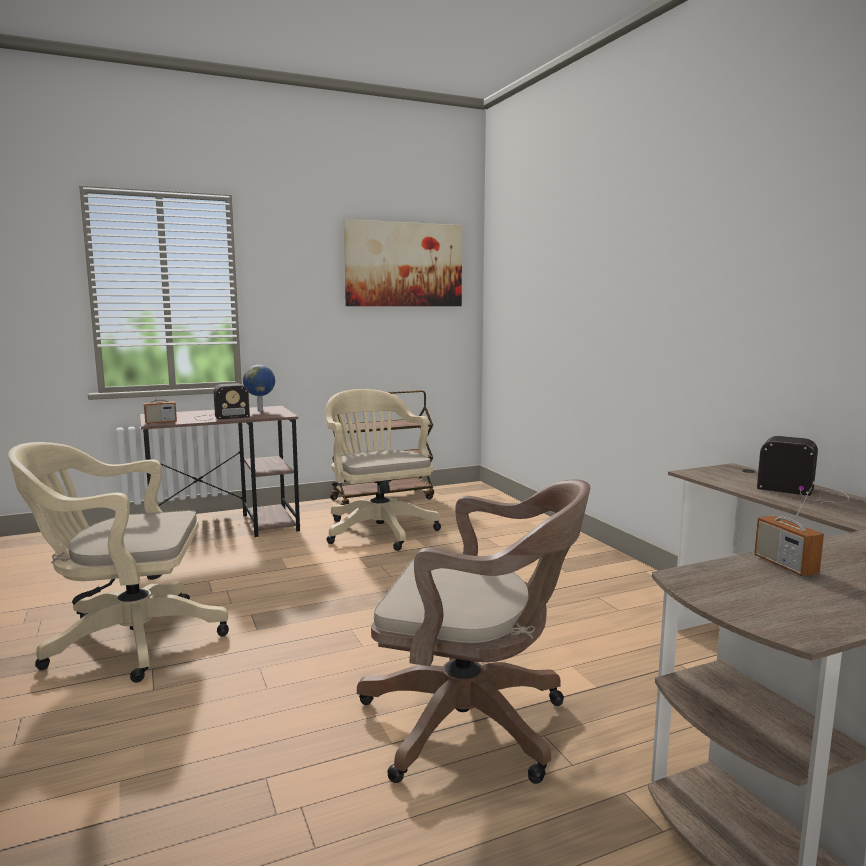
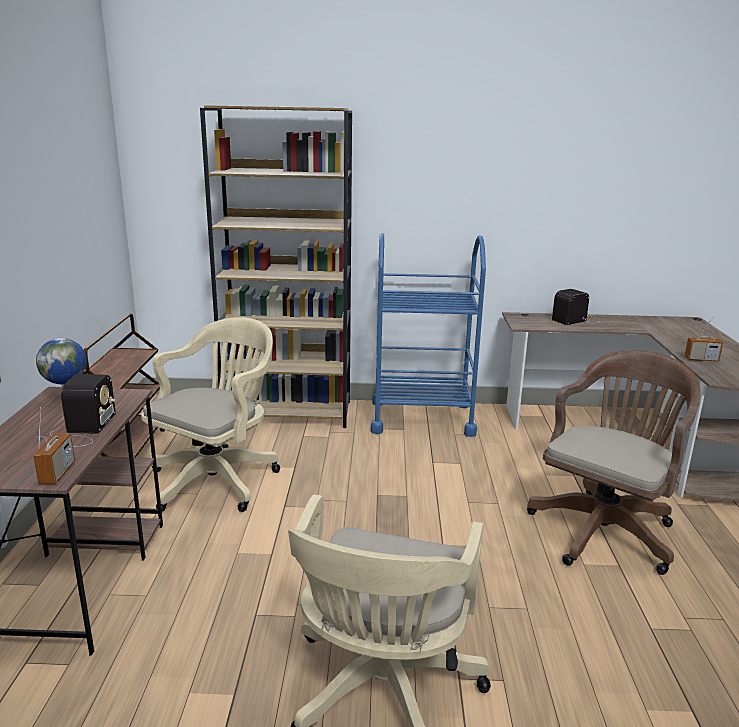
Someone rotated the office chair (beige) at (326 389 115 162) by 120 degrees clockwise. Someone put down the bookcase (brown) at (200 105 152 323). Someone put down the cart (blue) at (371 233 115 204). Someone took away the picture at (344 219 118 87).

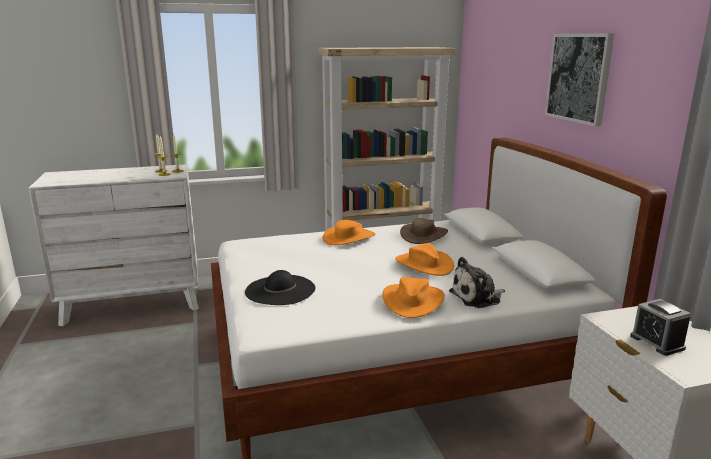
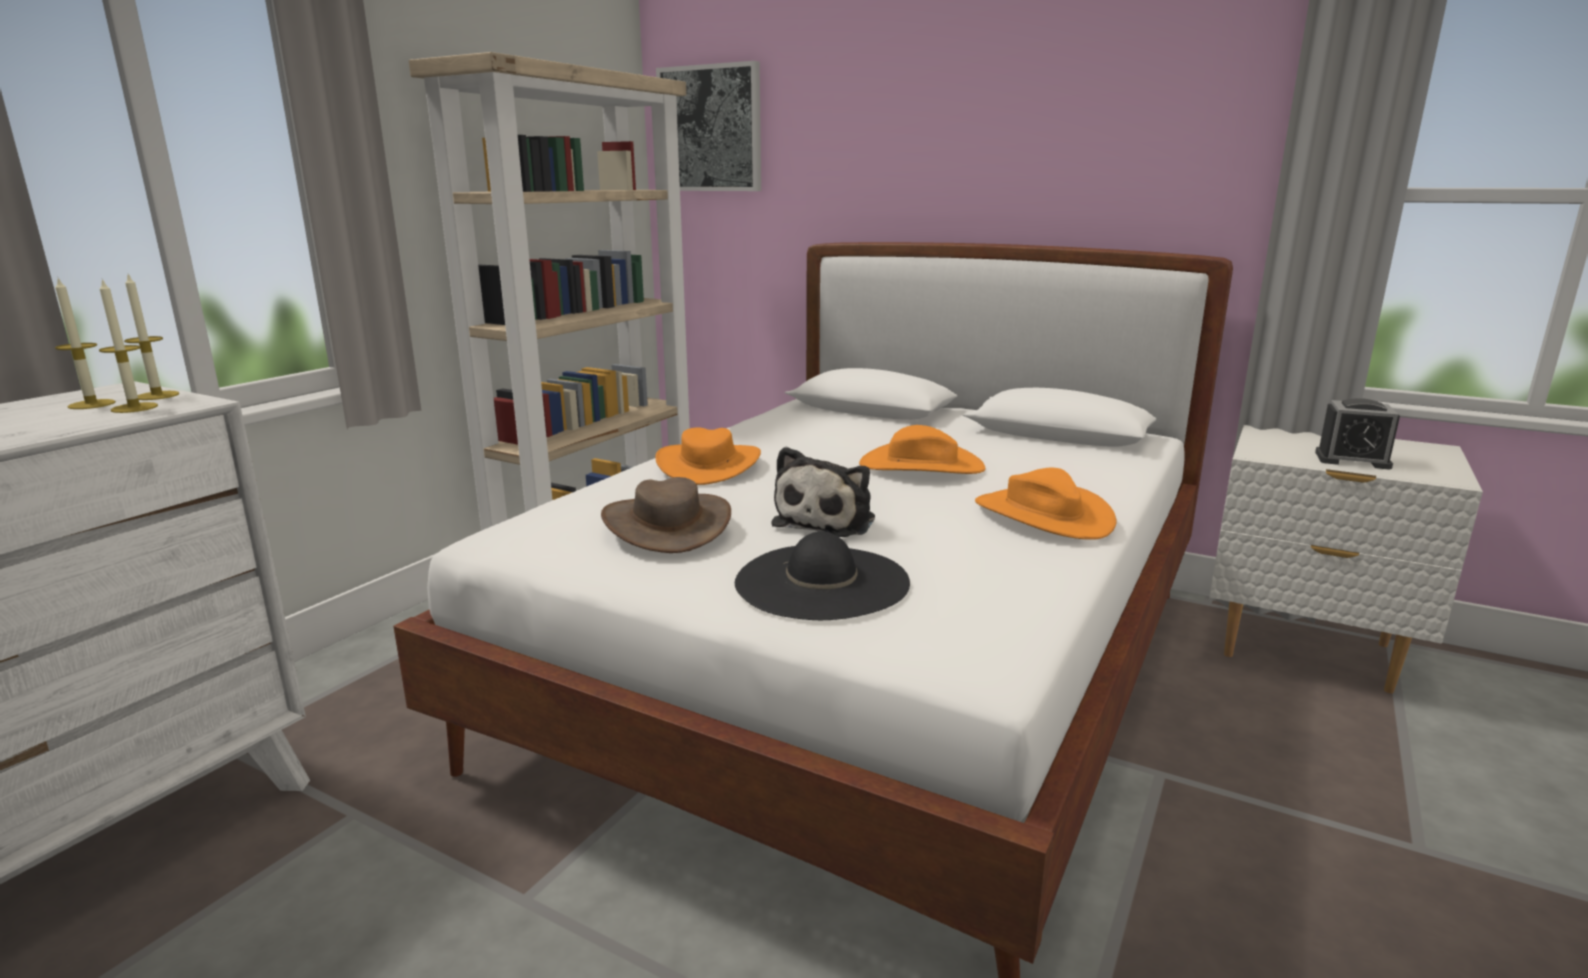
Someone carried the hat (brown) from (400 218 48 26) to (601 477 130 76). Someone carried the picture from (545 33 69 94) to (656 61 105 130). Someone carried the plush toy from (449 257 56 51) to (772 447 103 90).

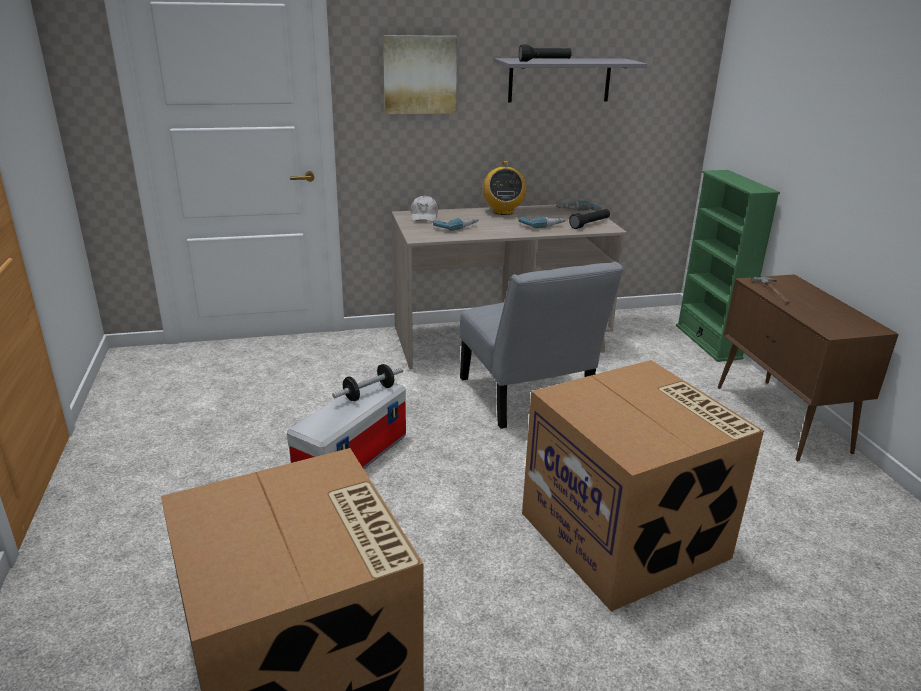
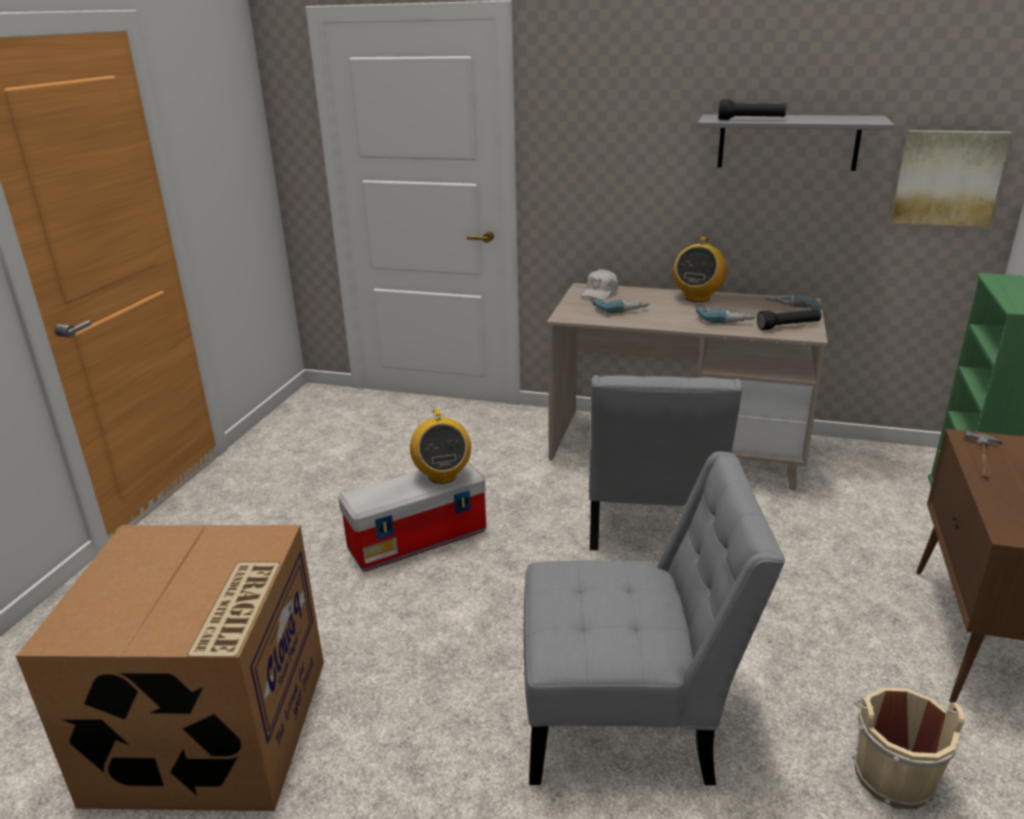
Someone swapped the dumbbell at (332 364 71 37) for the radio at (410 409 61 75). Someone swapped the cardboard box at (522 360 242 252) for the chair (grey) at (524 452 262 333). Someone put down the bucket (beige) at (852 687 113 123). Someone carried the picture from (383 35 75 79) to (891 130 121 97).

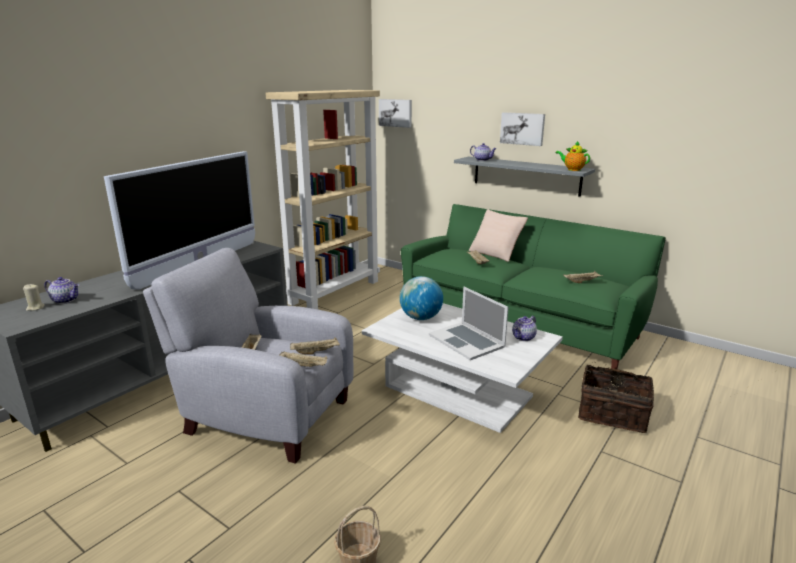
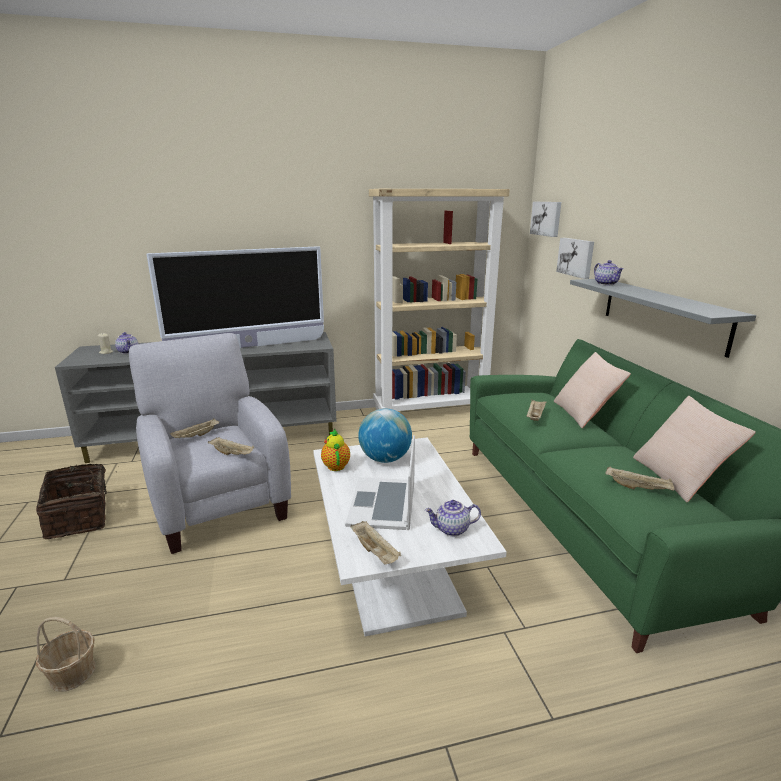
Someone carried the basket from (578 362 76 71) to (36 464 83 75). Someone carried the teapot from (556 141 34 30) to (321 429 29 42). Someone carried the tray (beige) from (279 351 48 16) to (350 521 51 44). Someone carried the picture from (500 112 45 34) to (556 238 38 41). Someone put down the pillow (beige) at (633 396 123 106).

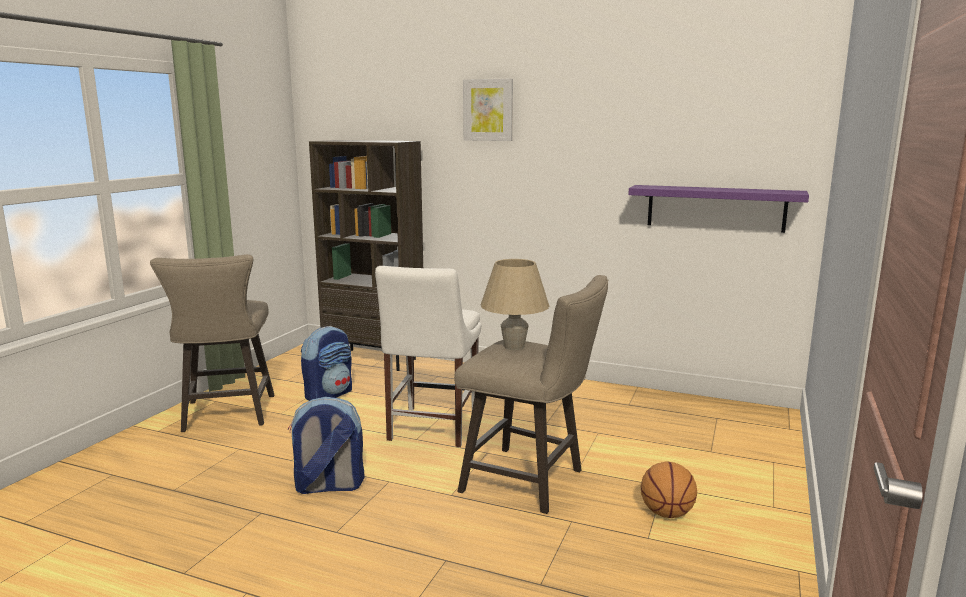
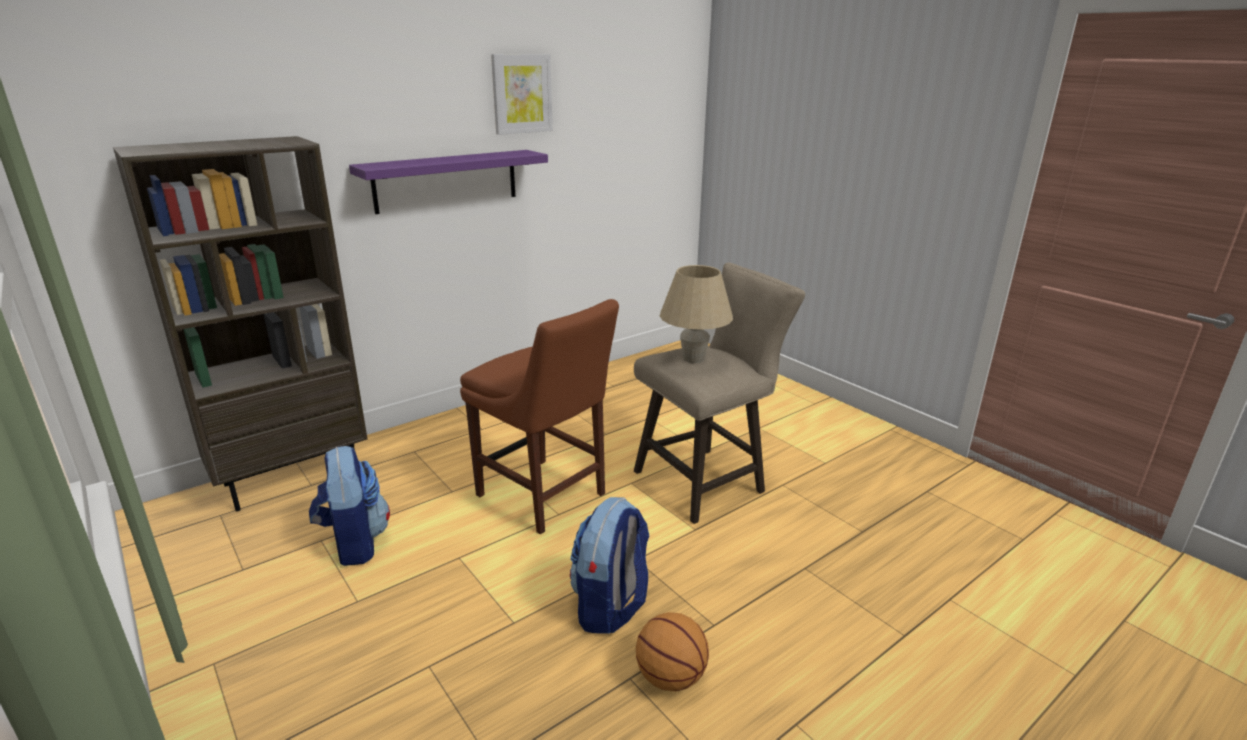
Someone carried the shelf (purple) from (628 185 181 48) to (349 150 199 64). Someone repainted the chair (white) at (375 266 106 181), which became the chair (brown) at (460 299 159 235). Someone carried the picture from (463 79 50 62) to (491 54 62 81). Someone carried the basketball from (641 461 56 57) to (636 612 73 79). Someone took away the stool (beige) at (150 254 124 178).

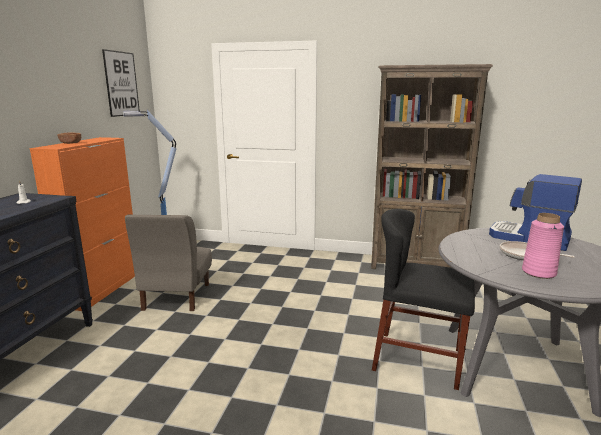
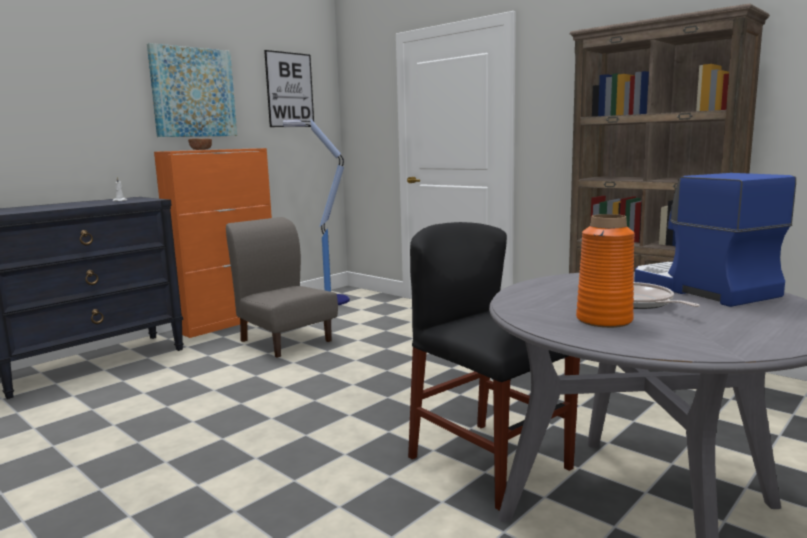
Someone put up the picture at (147 43 90 94). Someone rotated the chair (grey) at (125 215 87 96) by 105 degrees clockwise. Someone repainted the vase (pink) at (522 213 42 66), which became the vase (orange) at (576 214 59 114).

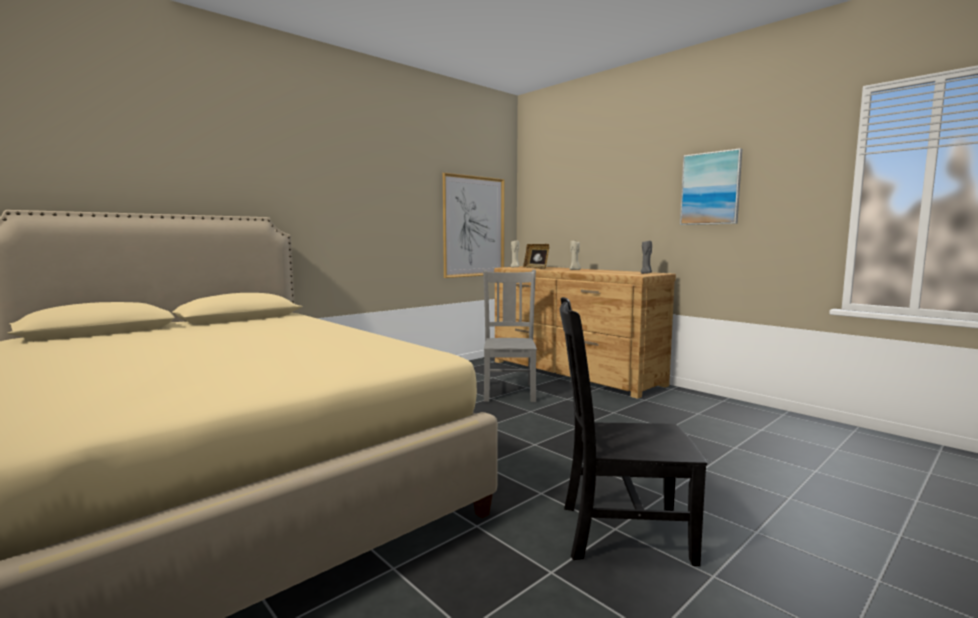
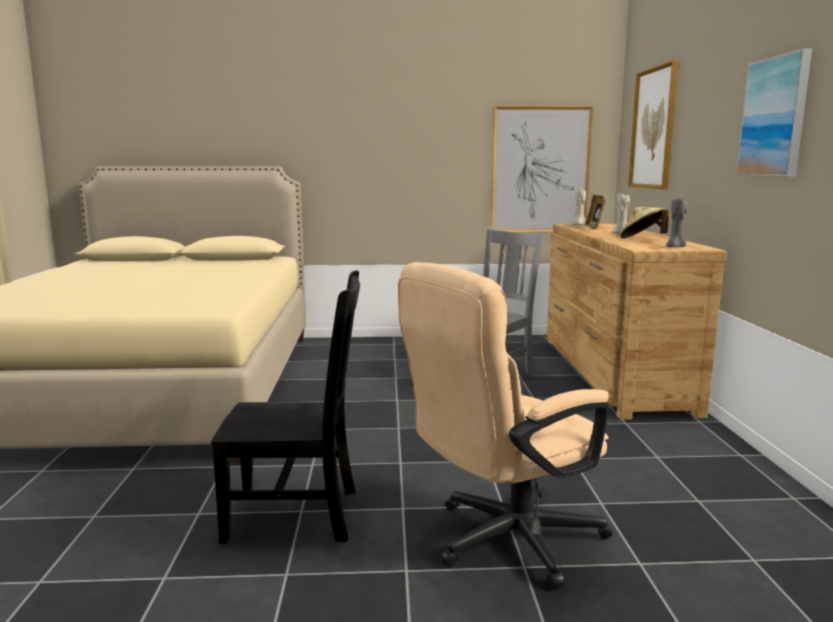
Someone rotated the chair (black) at (559 297 148 269) by 135 degrees clockwise. Someone put down the office chair (beige) at (398 262 214 326). Someone put down the hat (beige) at (621 207 50 31). Someone put up the picture at (628 60 51 129).

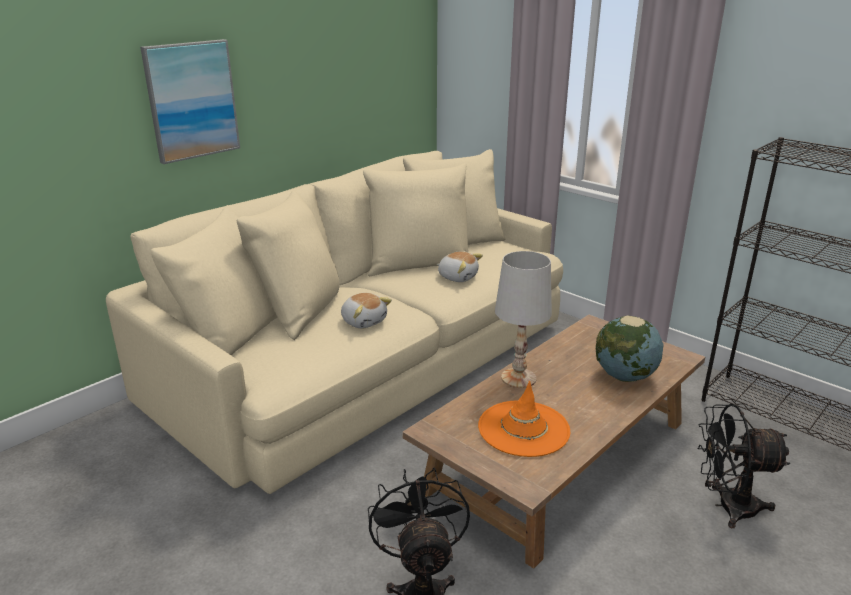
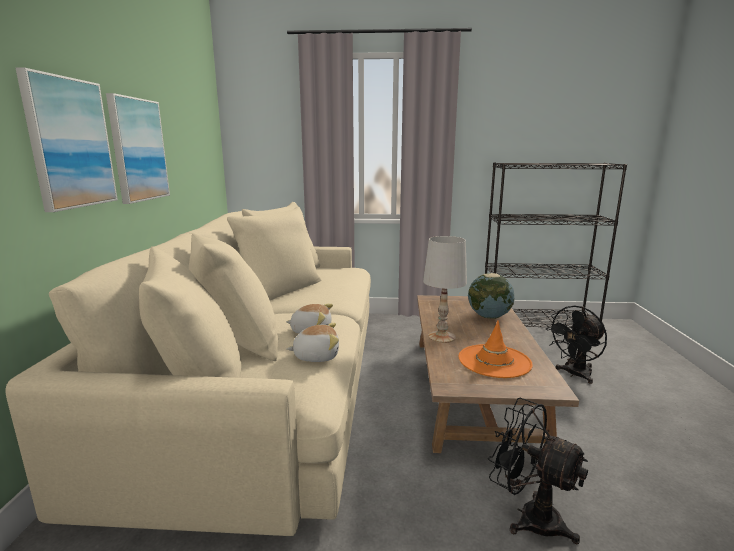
Someone put up the picture at (106 93 64 111). Someone carried the plush toy from (437 252 46 30) to (286 323 53 39).

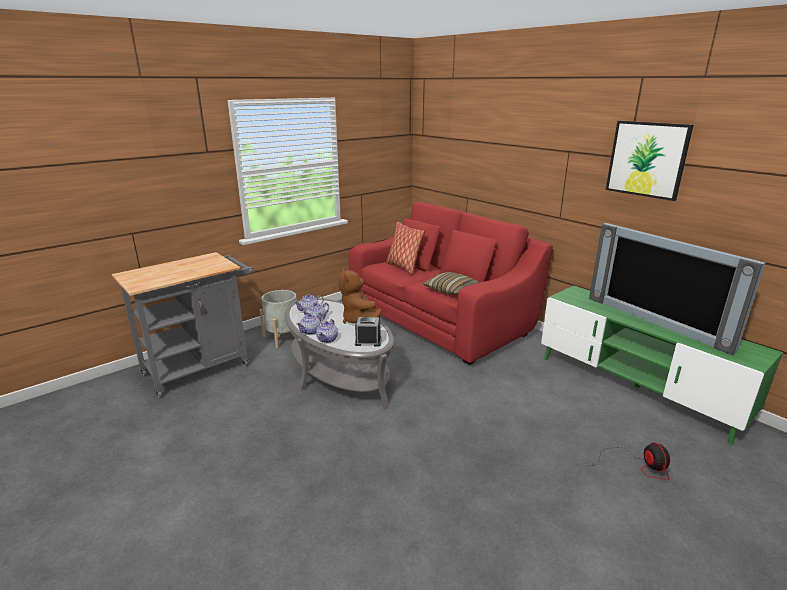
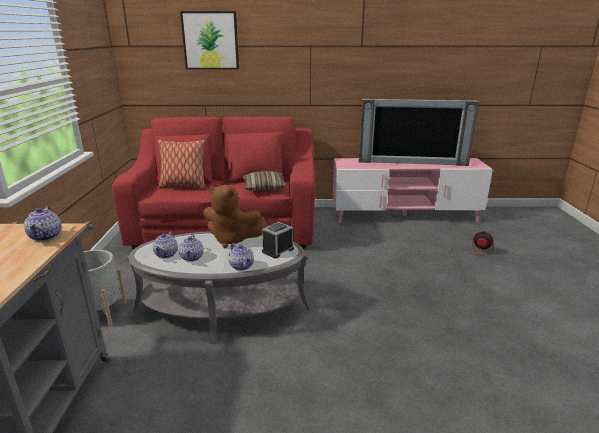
Someone carried the teapot from (296 313 27 22) to (24 206 38 35). Someone carried the picture from (606 121 87 80) to (180 11 59 58). Someone repainted the tv stand (green) at (541 286 242 159), which became the tv stand (pink) at (333 158 160 65).

